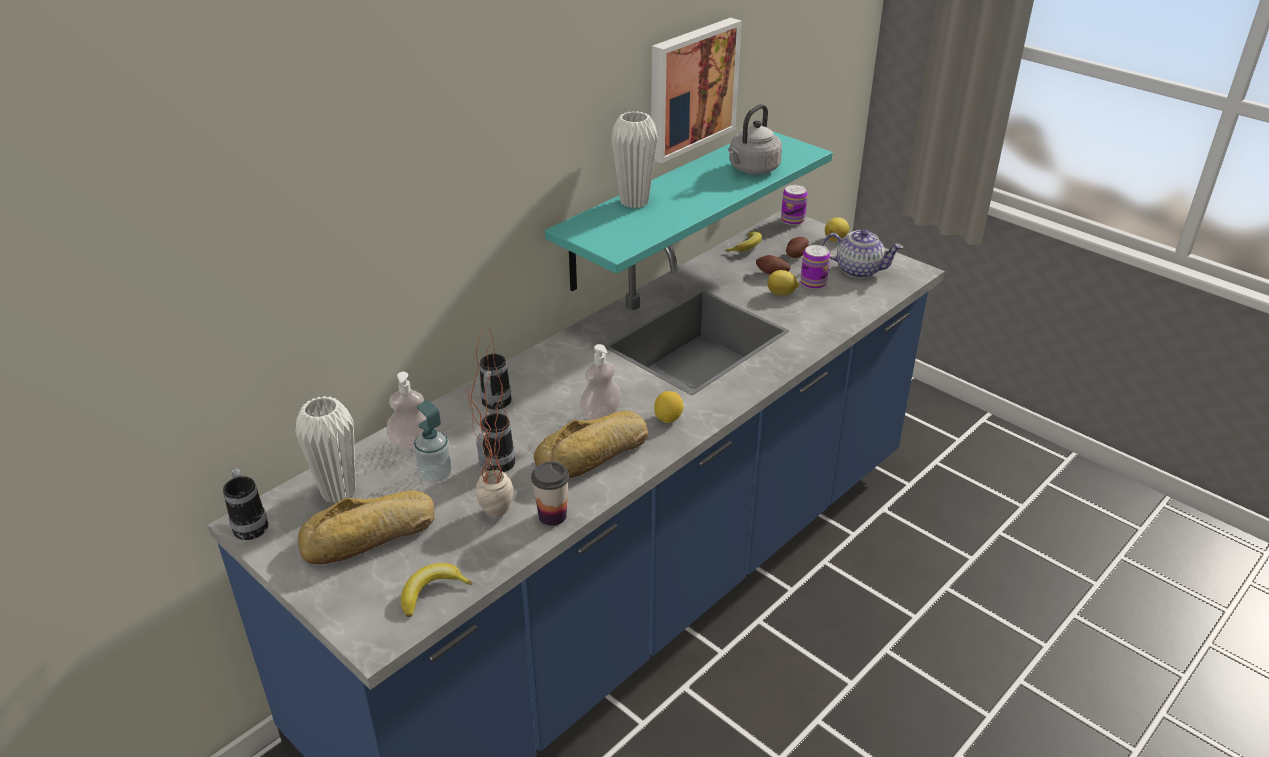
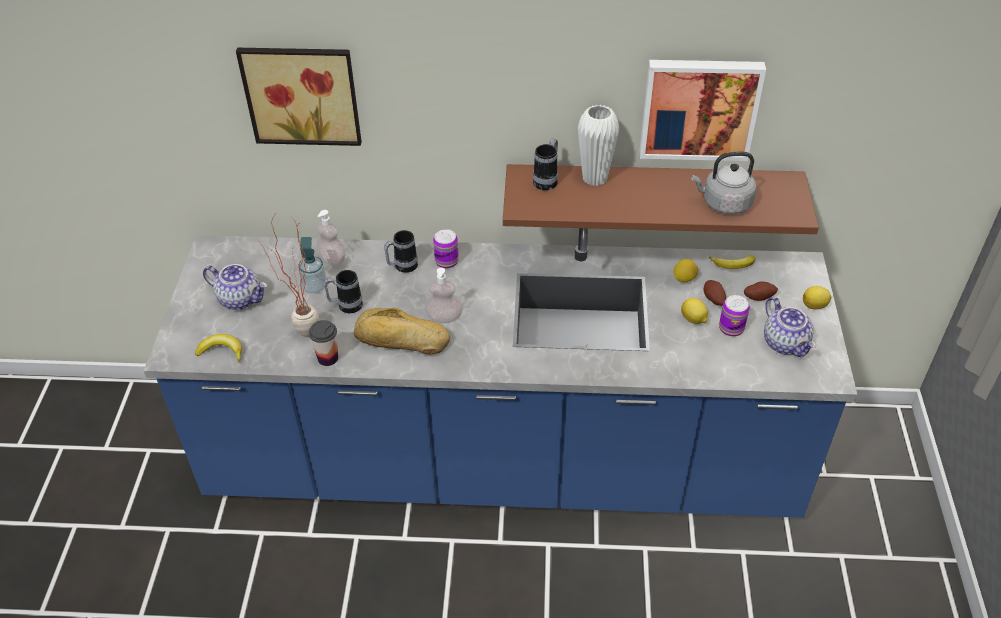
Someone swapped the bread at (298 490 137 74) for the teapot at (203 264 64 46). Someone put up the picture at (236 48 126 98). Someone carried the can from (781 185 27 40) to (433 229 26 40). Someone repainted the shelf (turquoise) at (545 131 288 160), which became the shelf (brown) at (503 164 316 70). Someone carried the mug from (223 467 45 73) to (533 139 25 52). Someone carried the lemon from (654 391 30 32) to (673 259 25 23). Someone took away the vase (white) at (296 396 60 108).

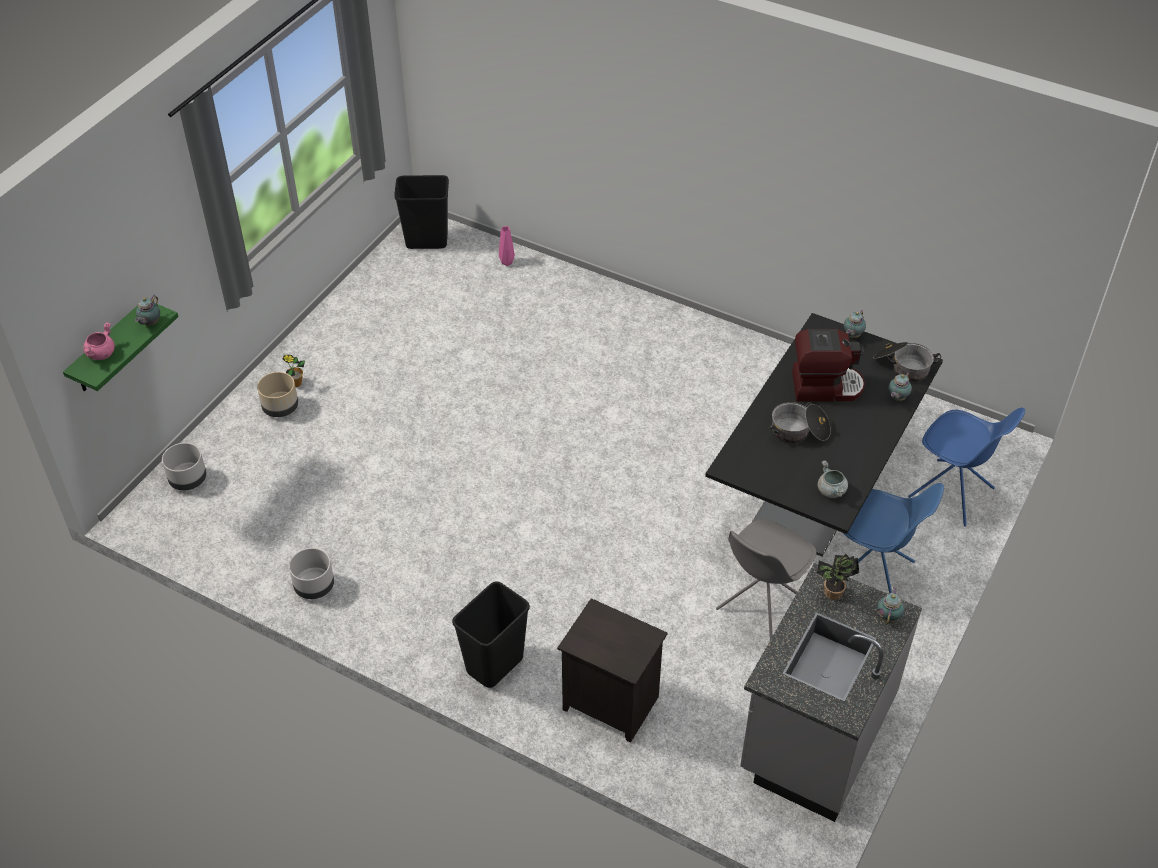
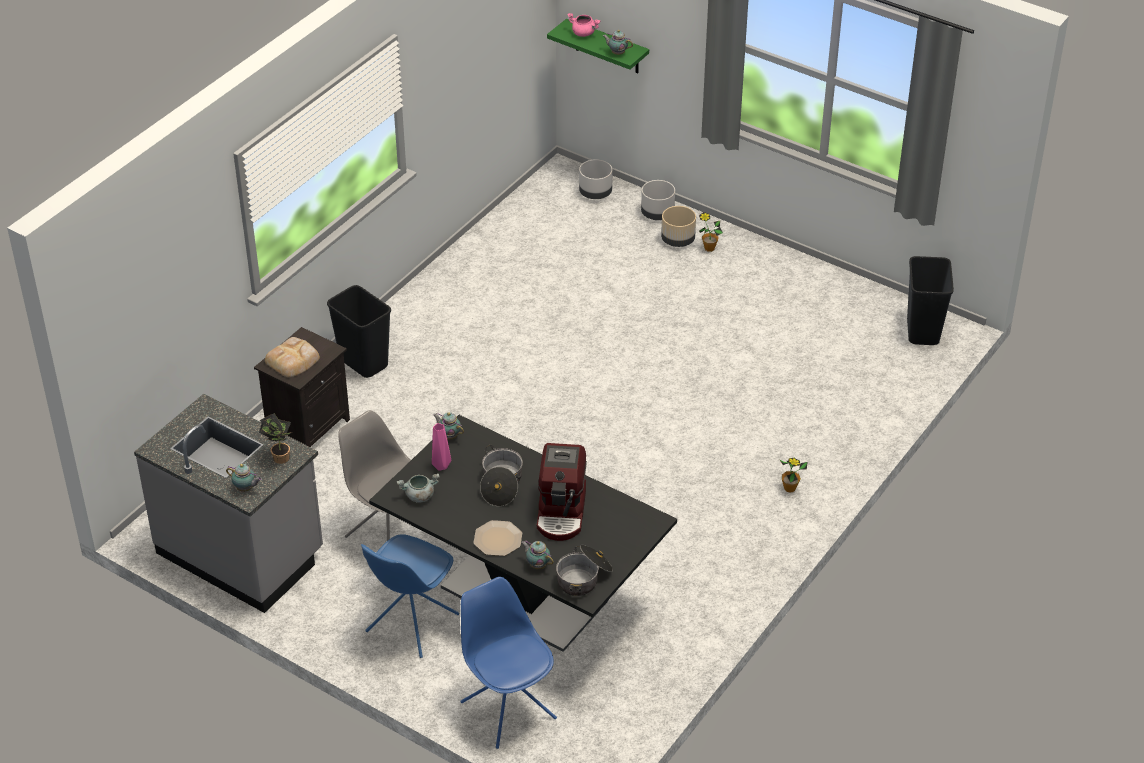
Someone put down the bread at (265 337 55 40). Someone carried the vase (pink) from (499 226 16 40) to (432 423 19 48). Someone carried the teapot from (844 310 22 28) to (433 412 31 28). Someone rotated the chair (blue) at (908 408 117 118) by 105 degrees clockwise. Someone put down the plate at (473 520 49 36). Someone carried the planter (grey) from (289 548 45 51) to (641 180 34 40). Someone put down the potted plant at (779 458 28 35).

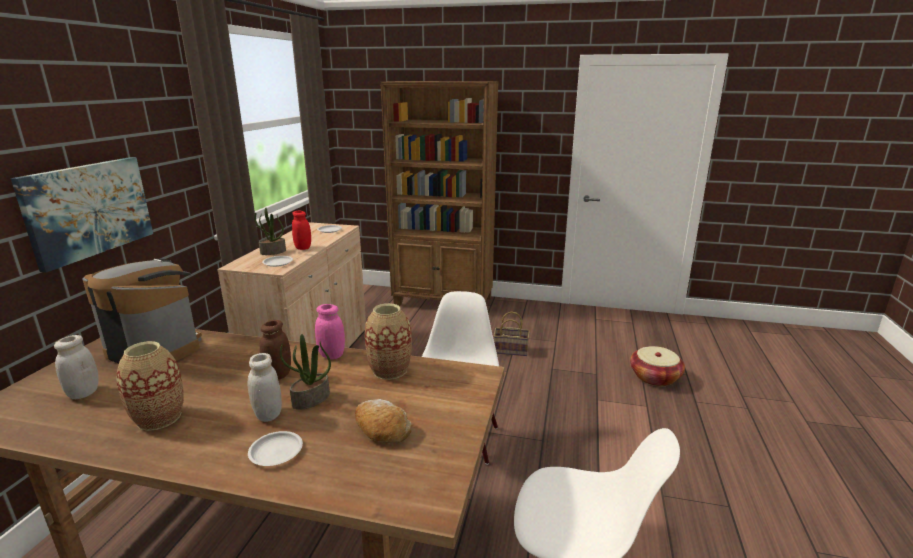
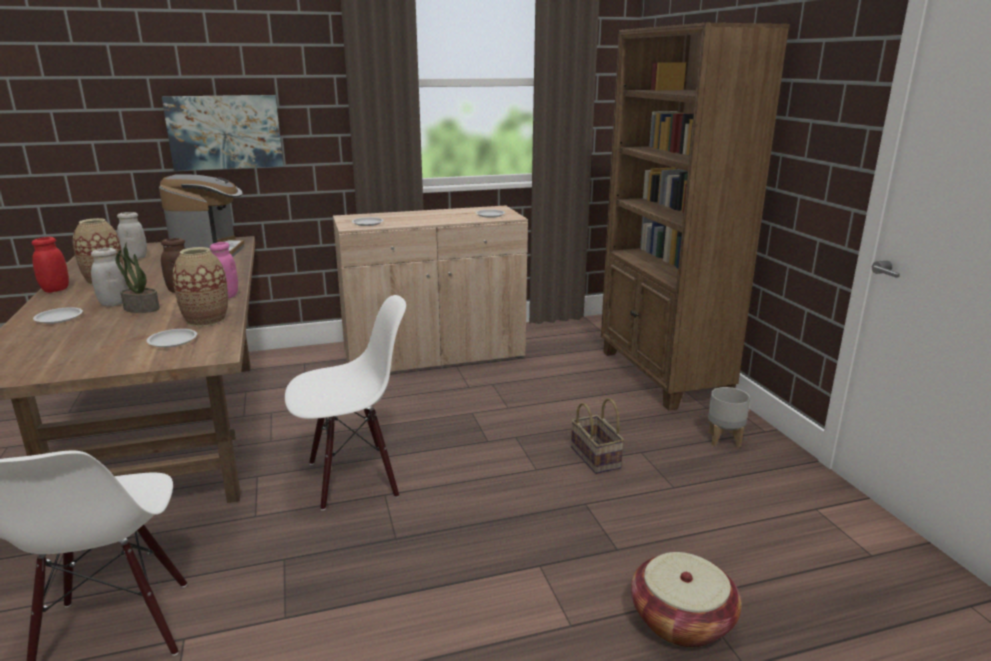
Someone carried the jar (red) from (292 211 19 39) to (31 237 38 56). Someone put down the plate (white) at (146 329 51 19). Someone put down the planter (grey) at (708 387 42 61). Someone took away the potted plant at (254 208 32 47). Someone took away the bread at (355 399 57 44).

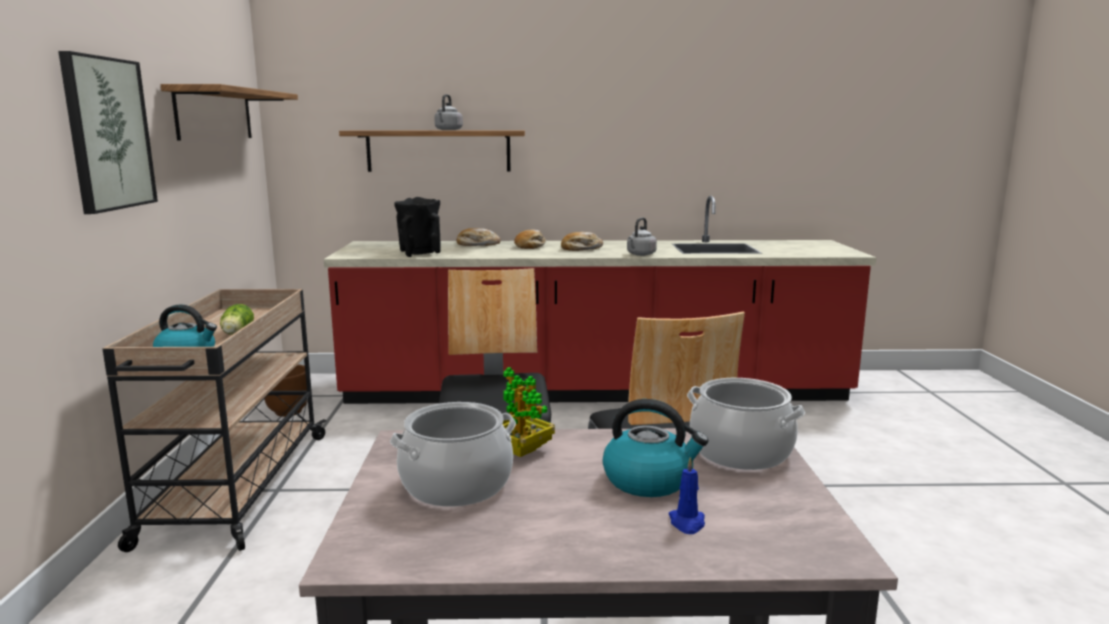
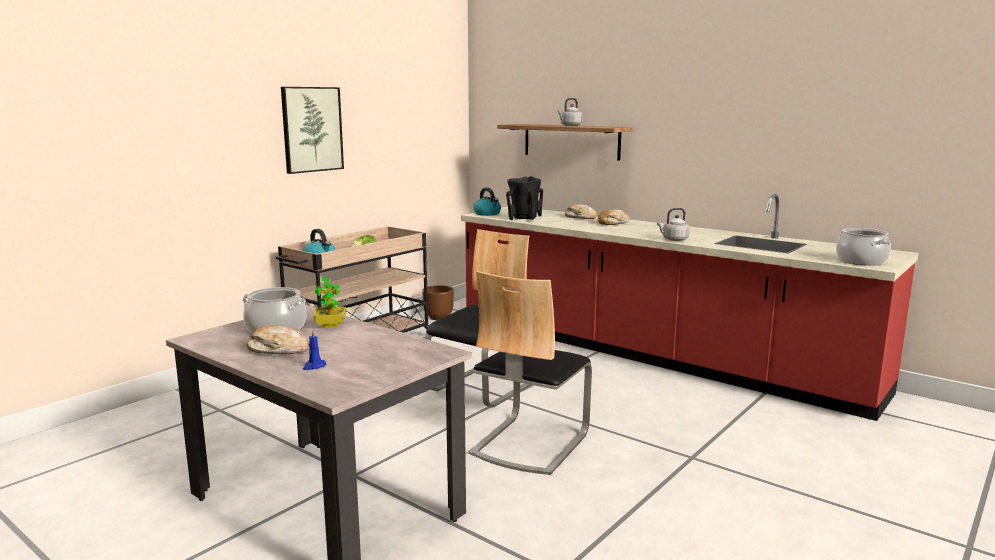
Someone carried the bread from (561 232 42 19) to (247 325 61 29). Someone carried the kettle from (603 399 106 98) to (473 188 28 28). Someone carried the cooking pot from (687 378 118 92) to (836 228 55 37). Someone took away the shelf at (161 84 137 57).

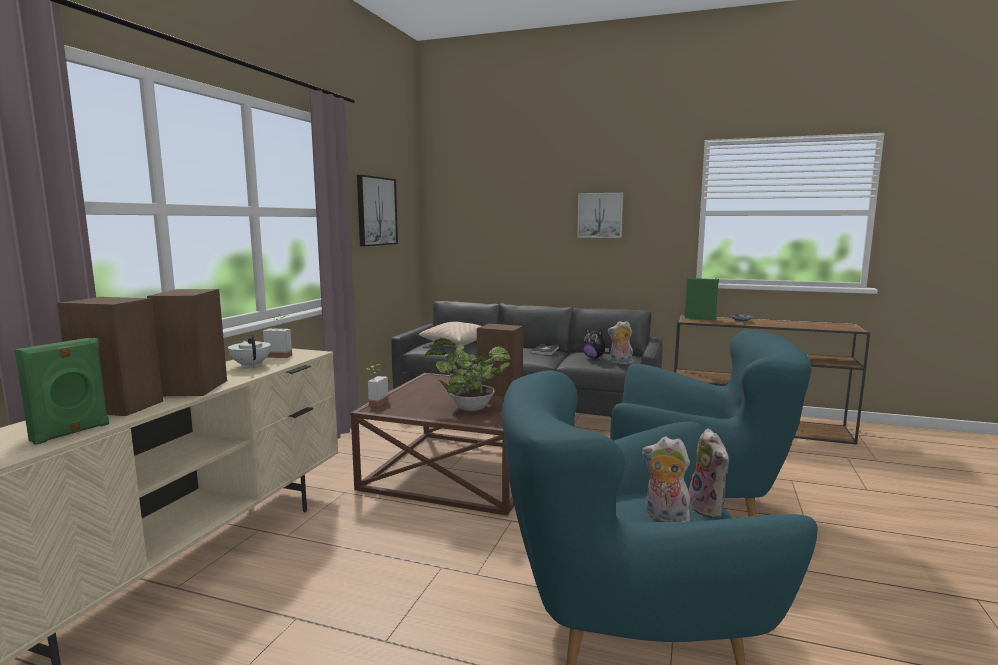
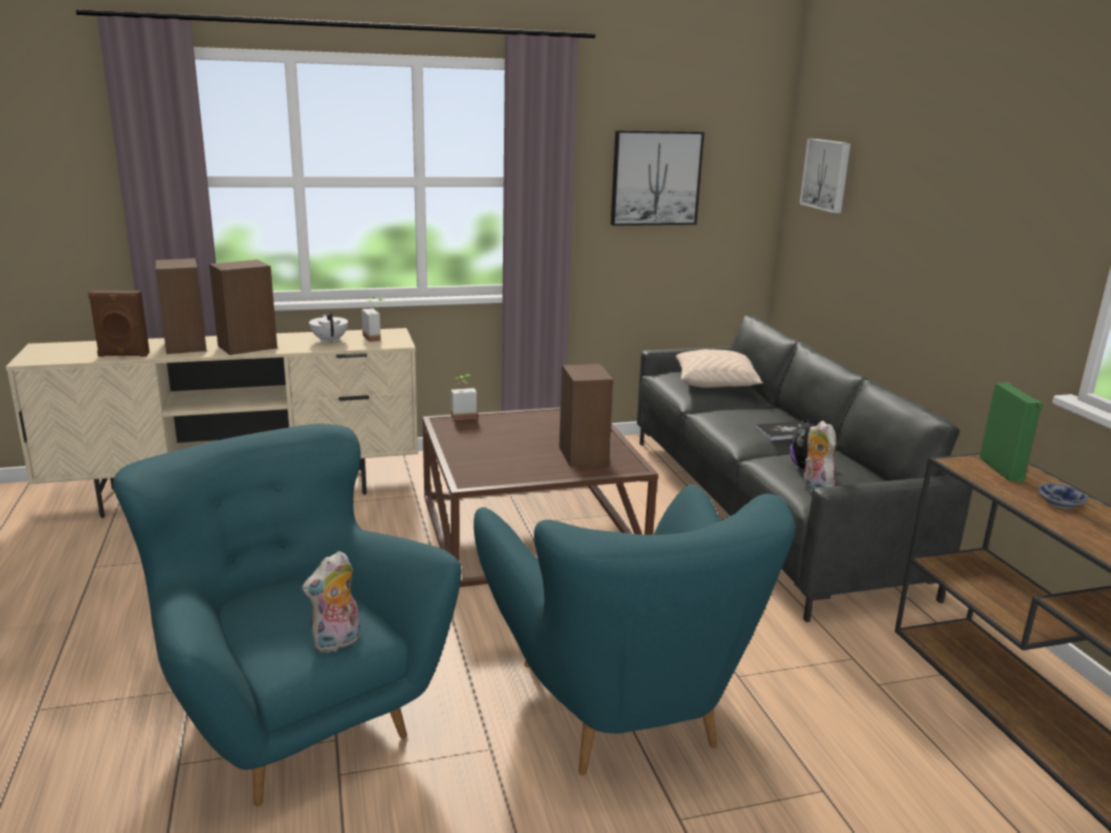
Someone repainted the speaker (green) at (14 338 95 107), which became the speaker (brown) at (88 290 62 67). Someone rotated the teapot (white) at (228 335 43 33) by 45 degrees counterclockwise. Someone carried the picture from (577 193 46 45) to (799 138 52 75). Someone took away the potted plant at (424 338 87 73). Someone took away the plush toy at (642 436 48 86).

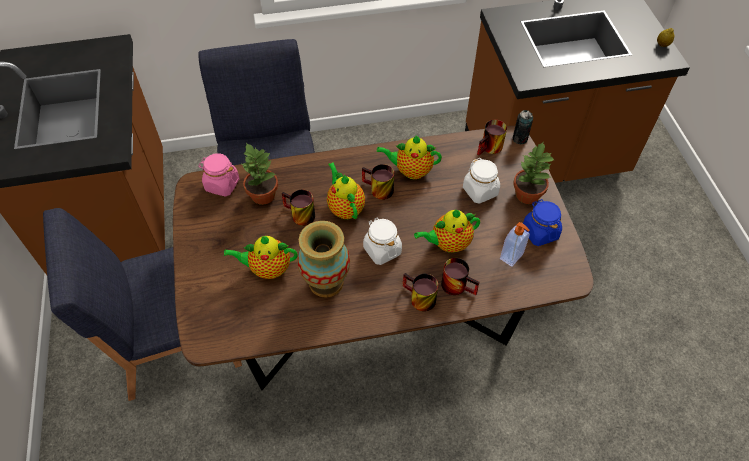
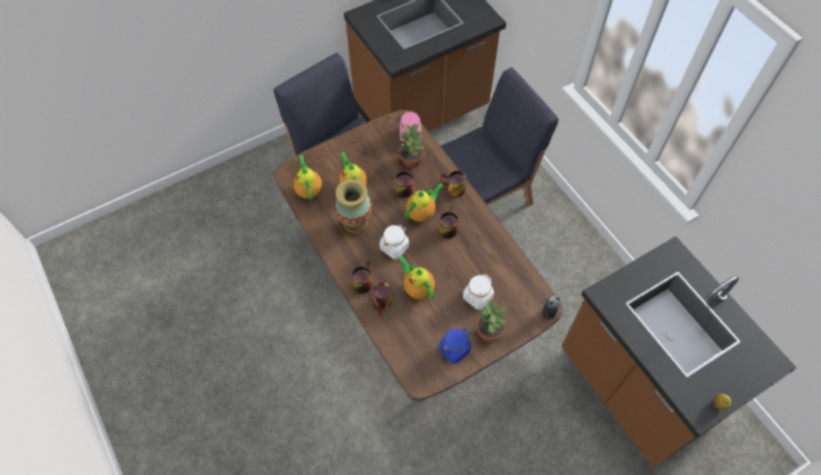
Someone carried the teapot from (377 135 65 44) to (293 155 29 45). Someone carried the mug from (477 120 30 36) to (441 171 25 26). Someone took away the soap dispenser at (500 222 30 45).

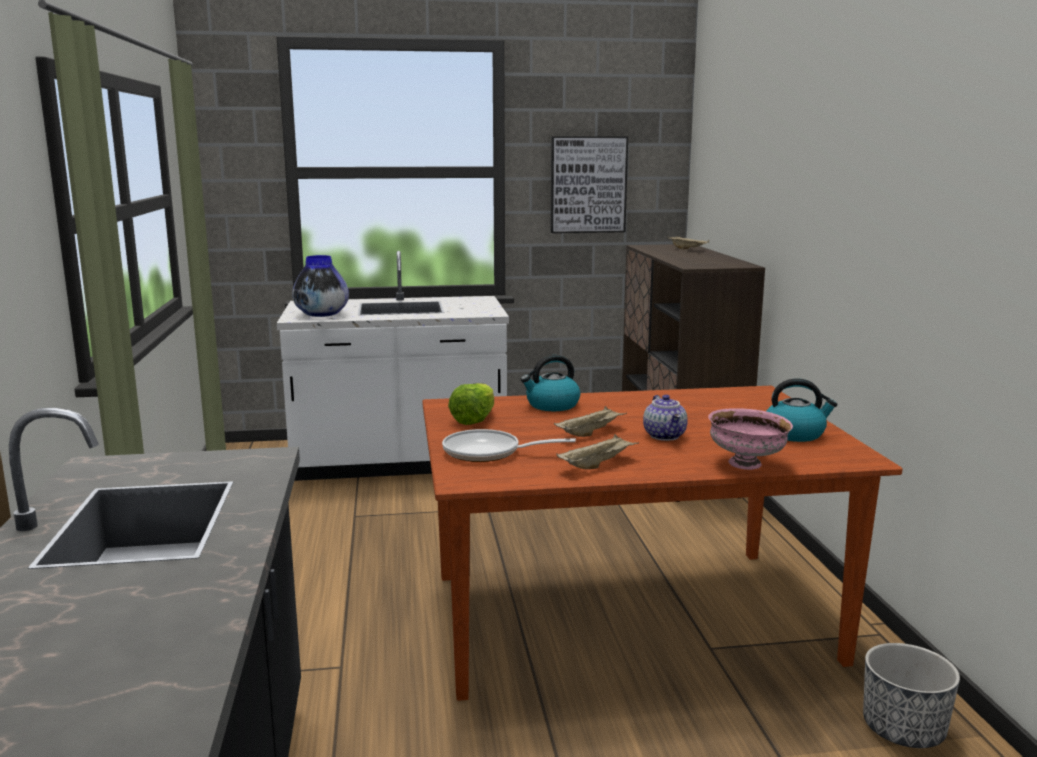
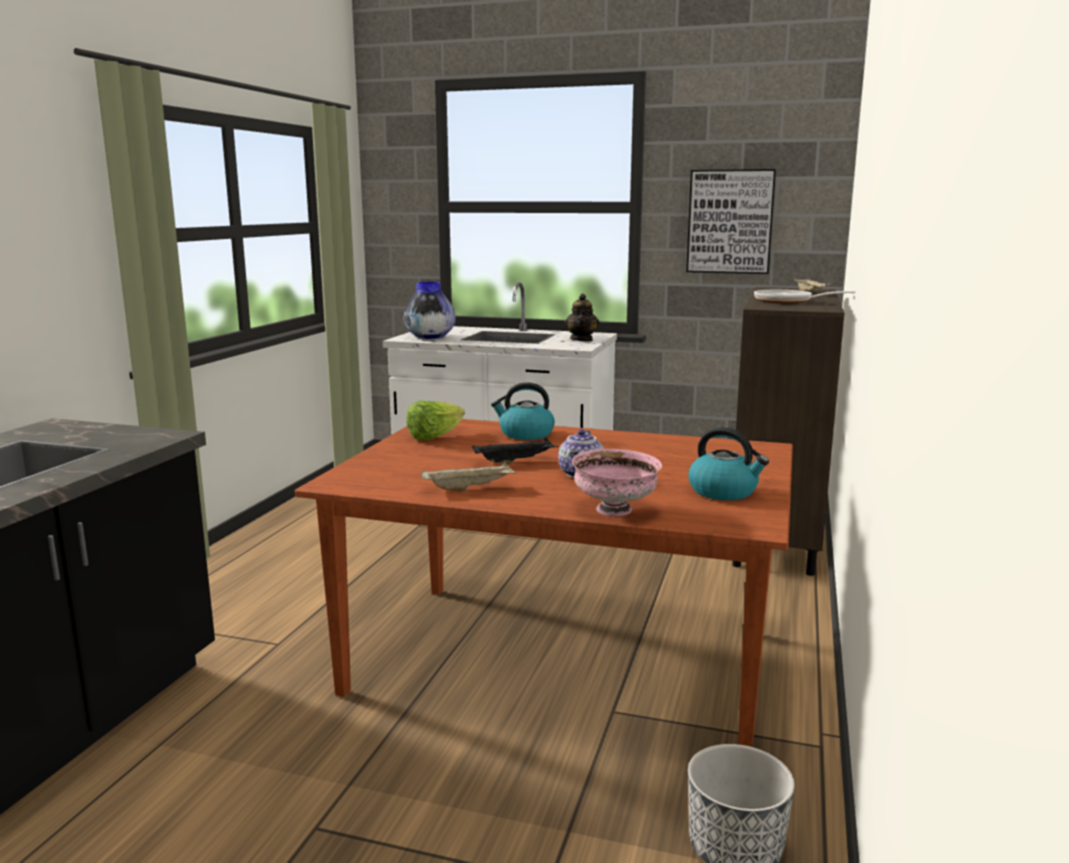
Someone repainted the tray (beige) at (554 406 73 31), which became the tray (black) at (472 438 86 26). Someone put down the teapot at (565 294 34 47). Someone carried the frying pan from (442 429 134 33) to (754 290 102 13).

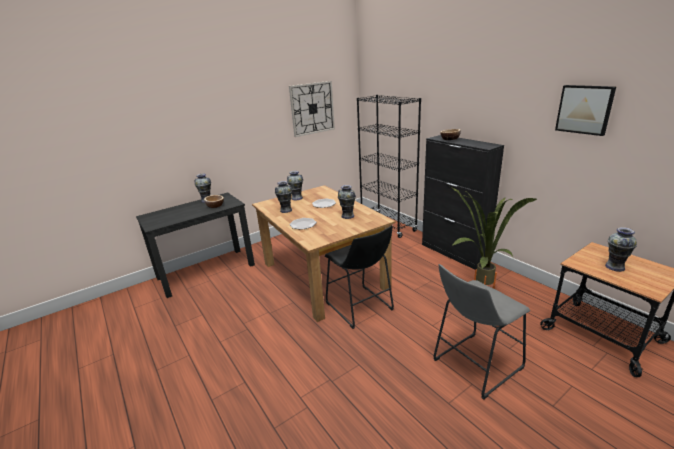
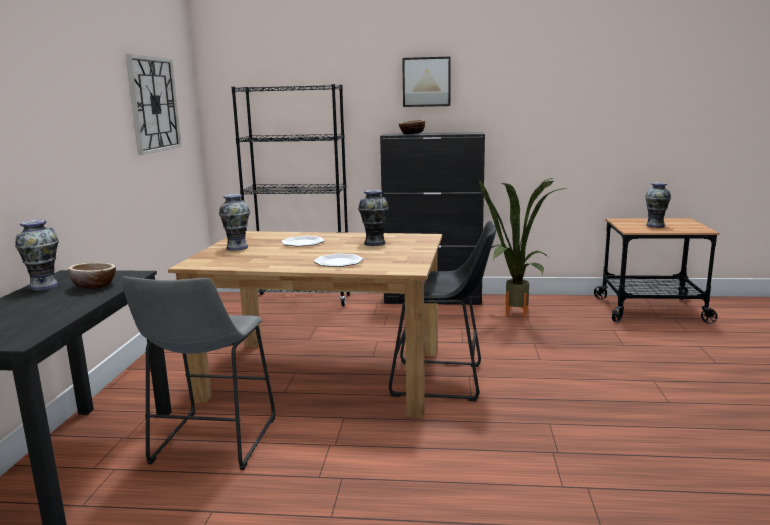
Someone carried the stool (grey) from (433 264 97 136) to (122 276 154 194). Someone carried the picture from (555 85 61 51) to (402 57 49 50). Someone took away the vase at (275 181 17 32).

